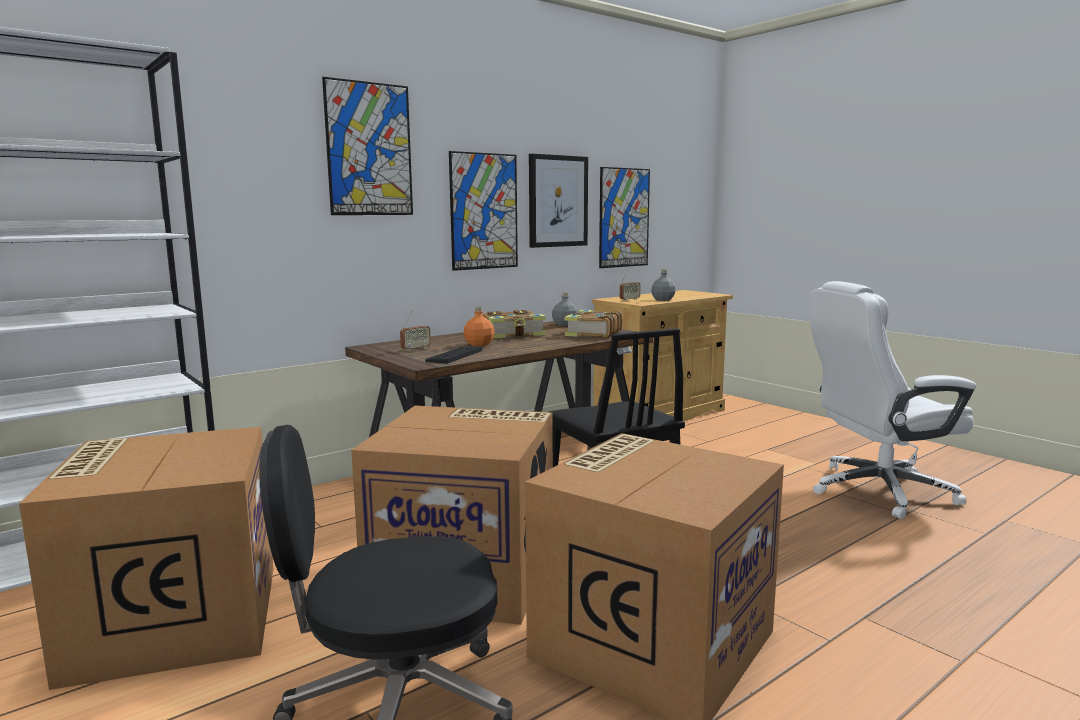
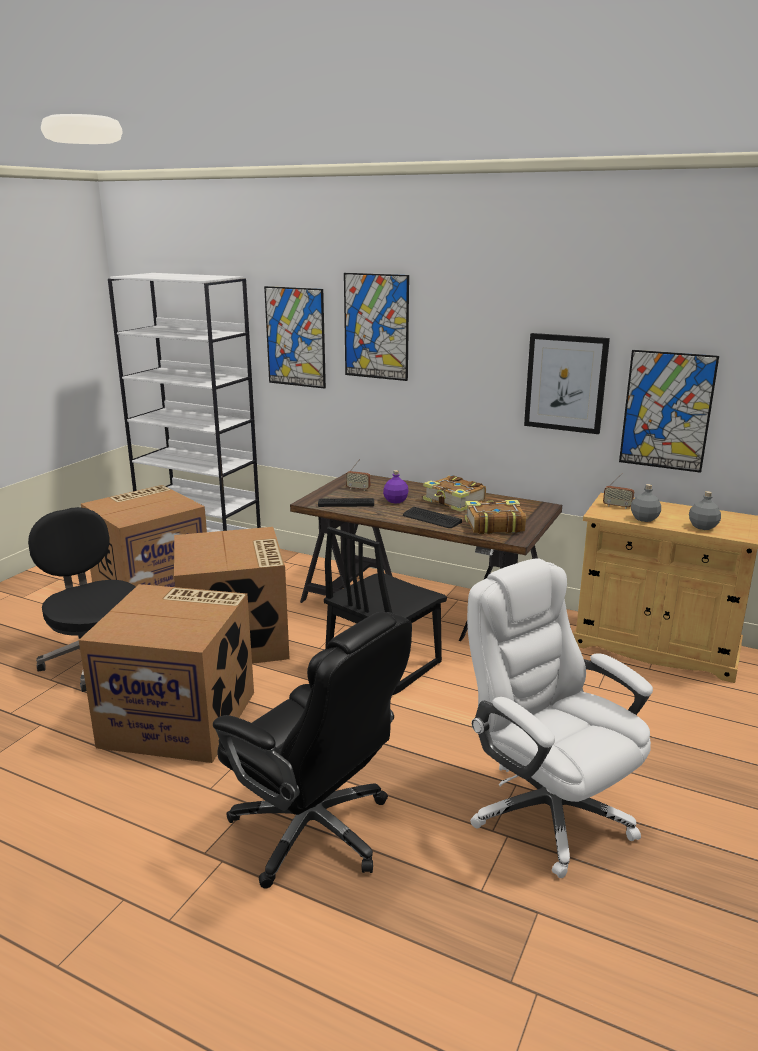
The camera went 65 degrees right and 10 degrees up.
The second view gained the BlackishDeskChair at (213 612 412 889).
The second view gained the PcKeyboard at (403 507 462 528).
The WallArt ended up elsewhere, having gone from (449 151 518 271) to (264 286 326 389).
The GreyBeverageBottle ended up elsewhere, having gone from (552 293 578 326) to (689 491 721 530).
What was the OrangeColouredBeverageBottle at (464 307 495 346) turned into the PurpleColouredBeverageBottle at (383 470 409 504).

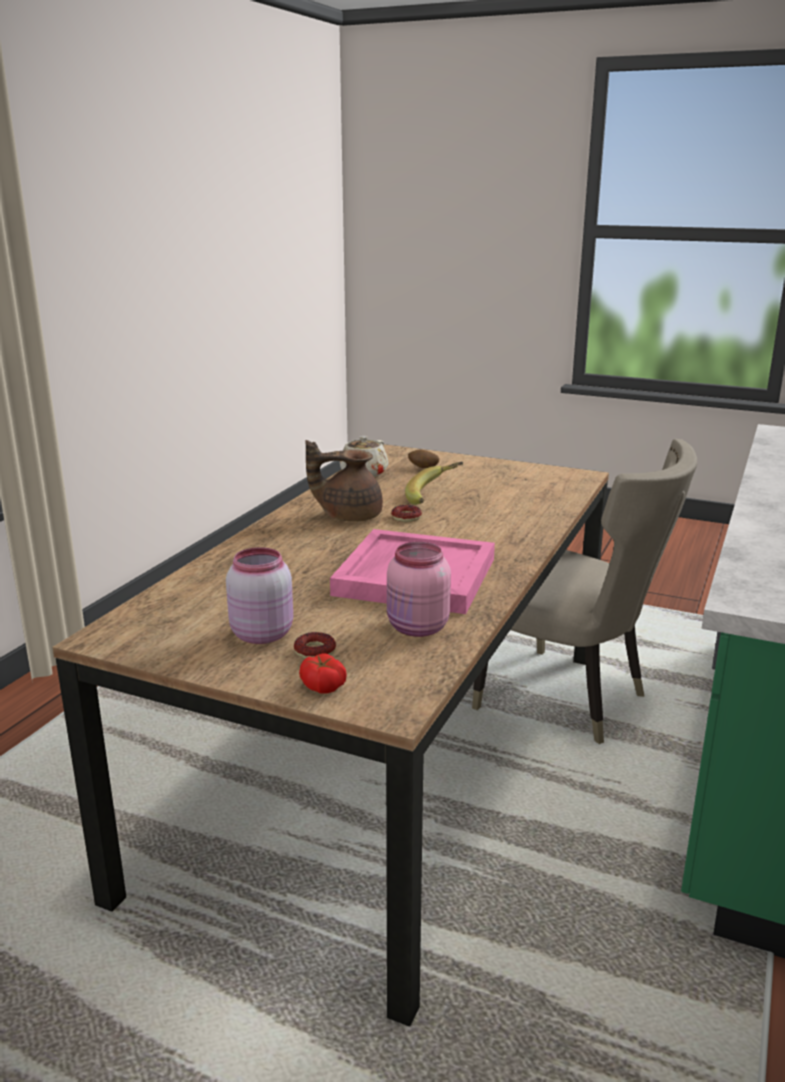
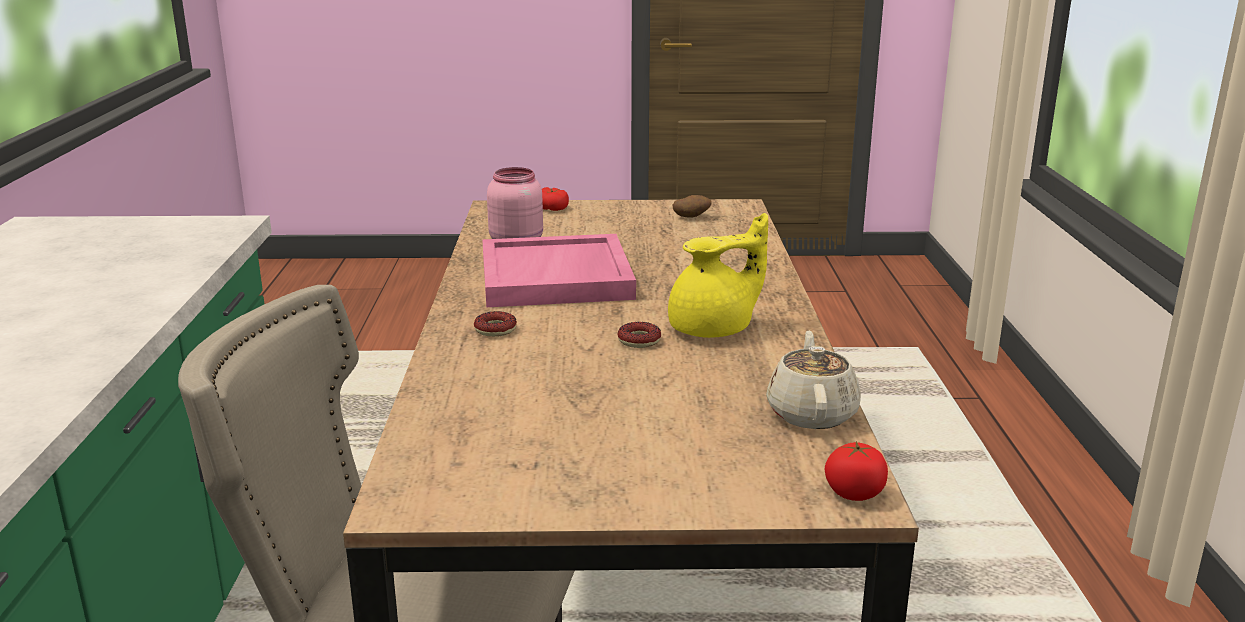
The camera went 155 degrees right and 0 degrees up.
The second view lost the PinkishStorageJar at (226 547 293 644).
The second view lost the WholeBanana at (405 462 463 505).
The second view gained the Tomato at (825 441 888 501).
The RingDoughnut ended up elsewhere, having gone from (294 632 336 659) to (474 311 517 337).
The Potato ended up elsewhere, having gone from (408 450 439 468) to (673 195 712 218).
What was the BrownColouredTeaPot at (305 440 383 522) turned into the YellowishTeaPot at (668 213 768 338).

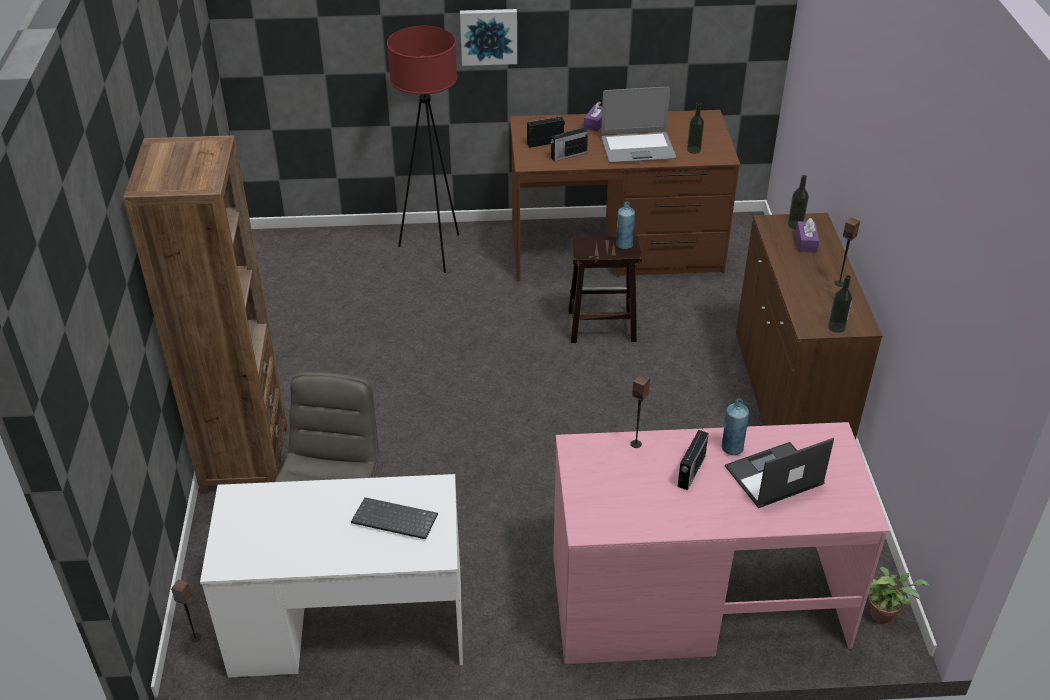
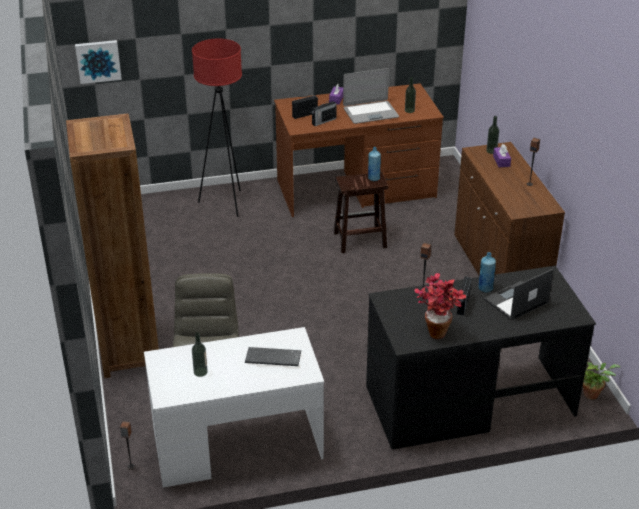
The camera went 10 degrees left and 5 degrees down.
The second view gained the PottedPlant at (415 273 466 339).
The WallArt ended up elsewhere, having gone from (460 9 517 66) to (75 40 122 84).
The BeverageBottle ended up elsewhere, having gone from (828 275 852 333) to (192 332 208 377).
What was the PinkishDesk at (553 422 890 664) turned into the BlackishDesk at (366 266 596 449).

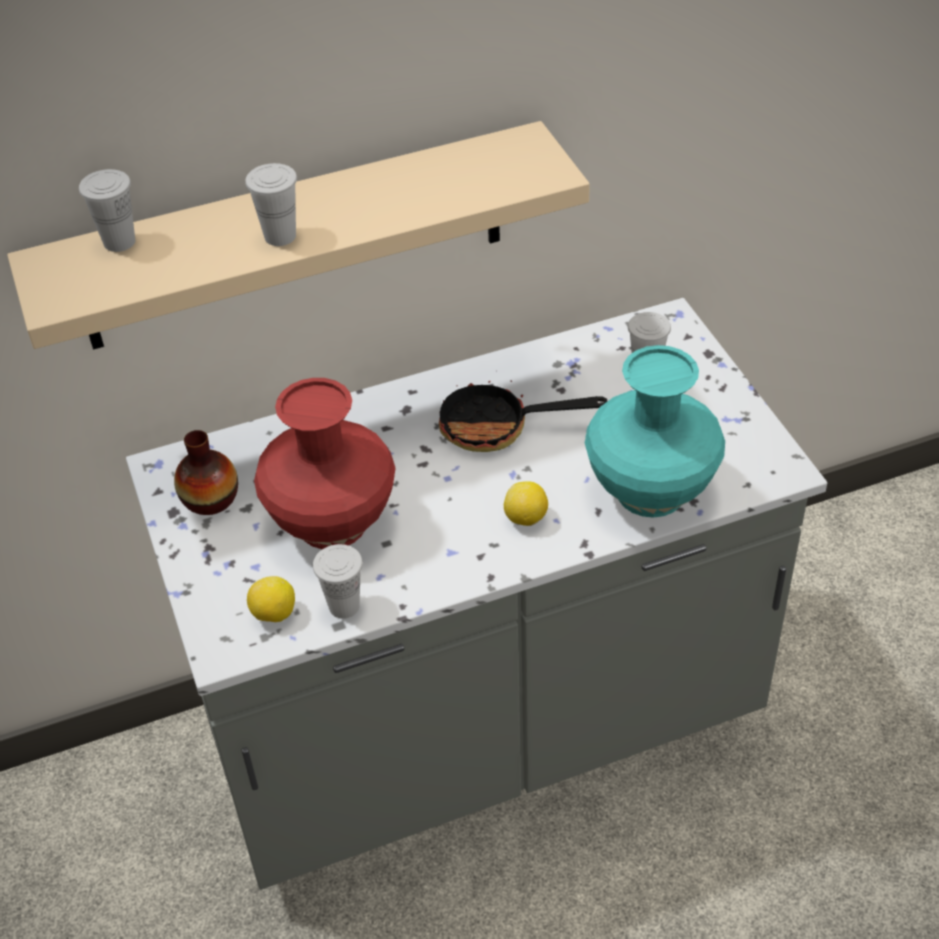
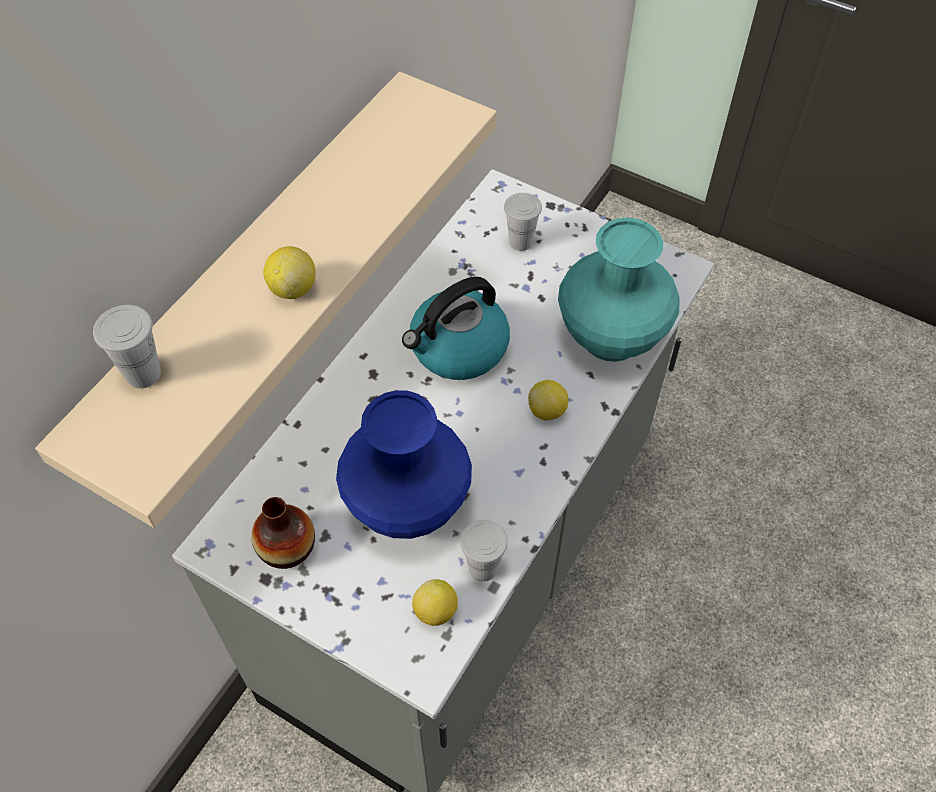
The camera went 40 degrees left and 10 degrees up.
Where the WhiteCup stood at (245 163 297 246), the WholeLemon came to stand at (263 246 316 299).
Where the FryingPan stood at (439 370 607 452), the TeaKettle came to stand at (402 277 510 380).
What was the RedDecorativeVase at (254 378 395 549) turned into the BlueDecorativeVase at (336 390 472 539).

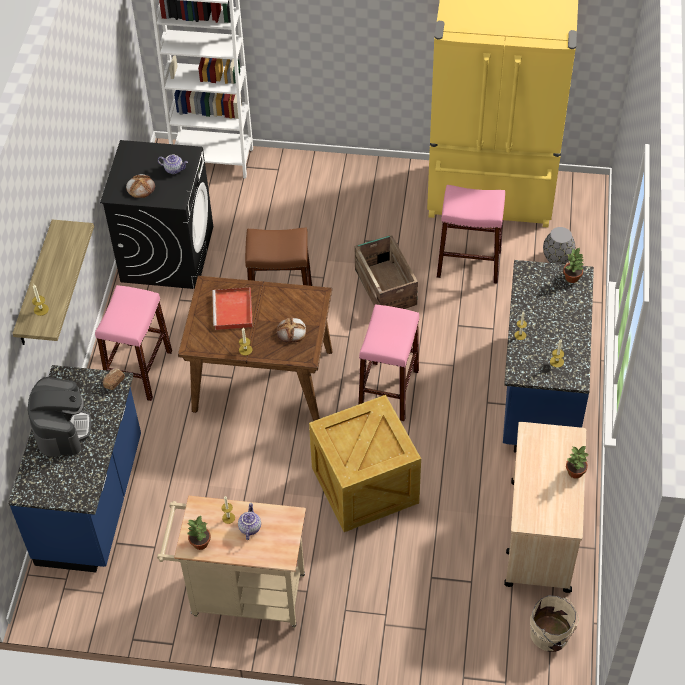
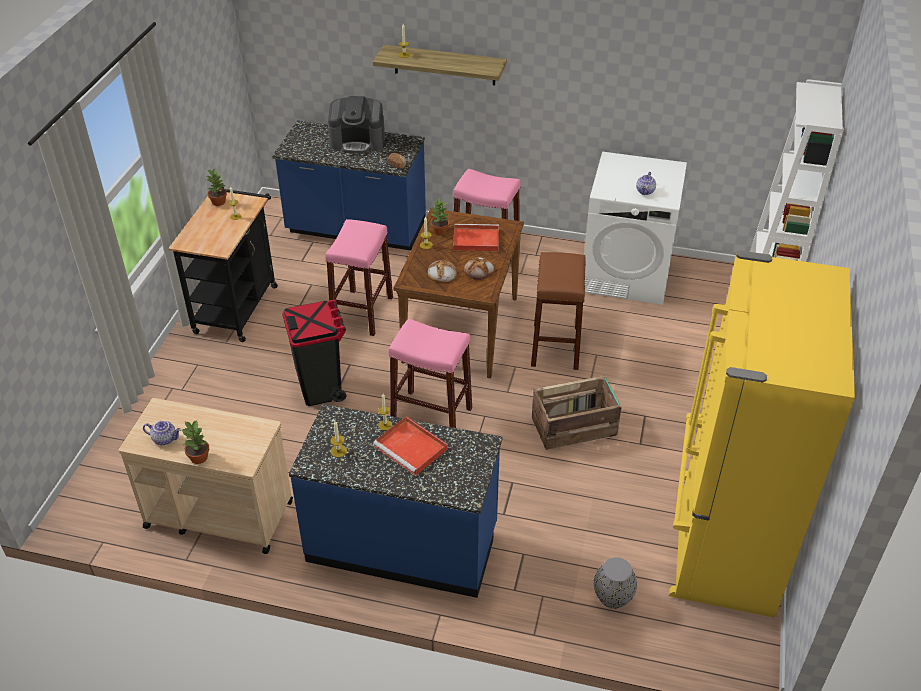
The camera went 95 degrees right and 10 degrees down.
The second view lost the SandColouredWaterBucket at (530 595 579 652).
The second view gained the RedServingTray at (373 416 448 476).
The BakedBread ended up elsewhere, having gone from (126 174 155 198) to (464 257 494 280).
The TeaPot ended up elsewhere, having gone from (238 503 261 540) to (143 420 181 445).
The PinkishStoolSeat ended up elsewhere, having gone from (437 185 505 284) to (325 219 393 336).
The PottedPlant ended up elsewhere, having gone from (563 247 584 283) to (431 198 449 235).
Where the Crate stood at (309 395 421 532), the BlackishRubbishBin came to stand at (282 300 346 406).
What was the BlackishLaundryMachine at (100 140 213 289) turned into the WhiteLaundryMachine at (584 152 687 305).
What was the SandColouredCart at (157 496 306 628) turned into the BlackishCart at (168 187 278 342).

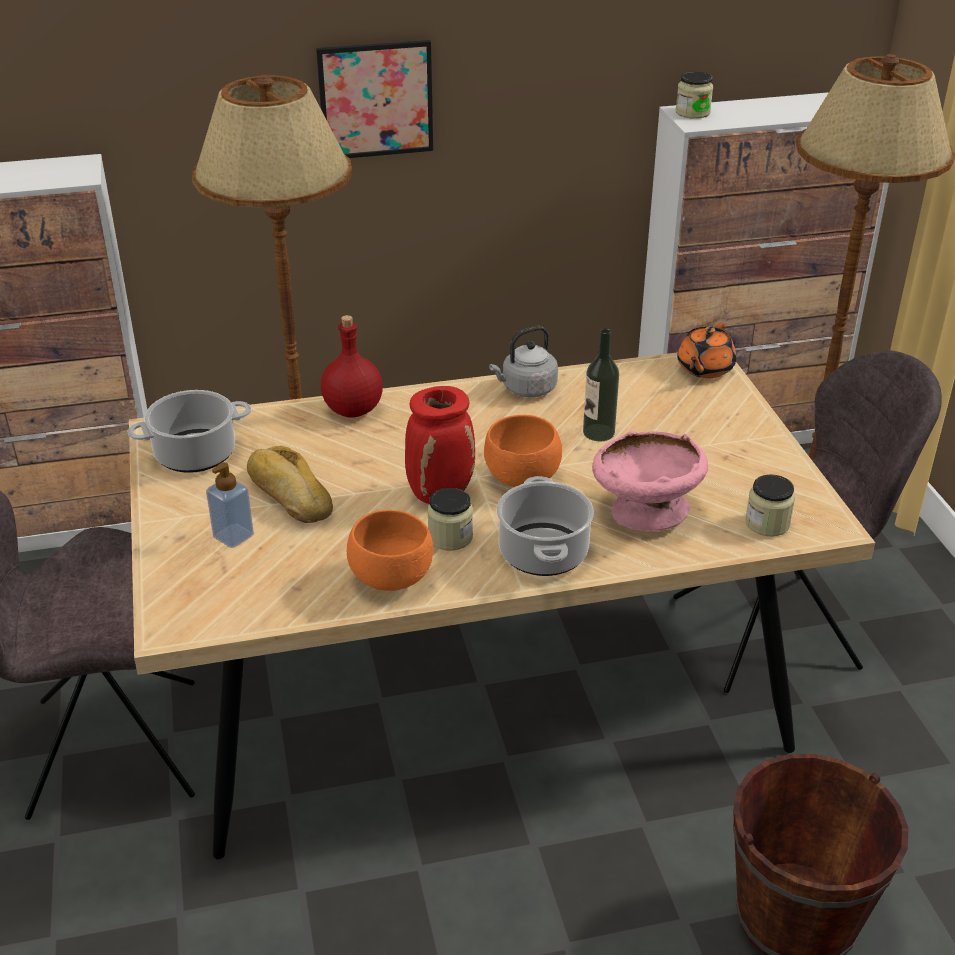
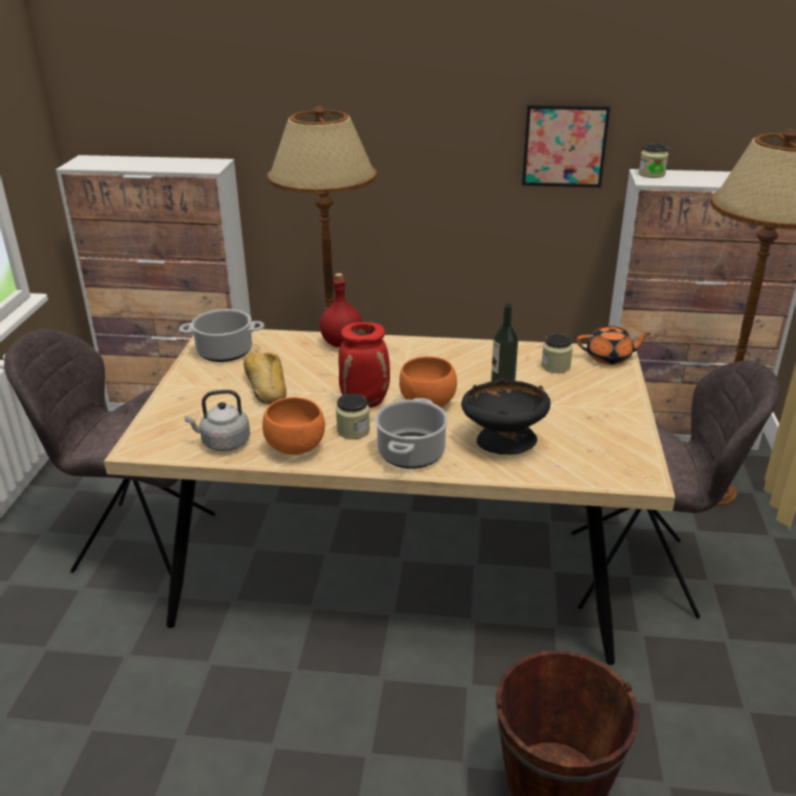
The camera went 20 degrees right and 5 degrees down.
The second view lost the LiquidSoapBottle at (206 462 254 548).
The WallArt ended up elsewhere, having gone from (316 40 433 158) to (522 105 610 188).
The GreyTeaKettle ended up elsewhere, having gone from (489 326 558 397) to (184 390 250 451).
The StorageJar ended up elsewhere, having gone from (745 474 795 536) to (541 333 573 373).
What was the PinkishBowl at (592 431 708 531) turned into the BlackishBowl at (461 378 551 455).
The OrangeColouredTeaPot at (677 323 736 378) ended up facing another way, 135 degrees counterclockwise from before.

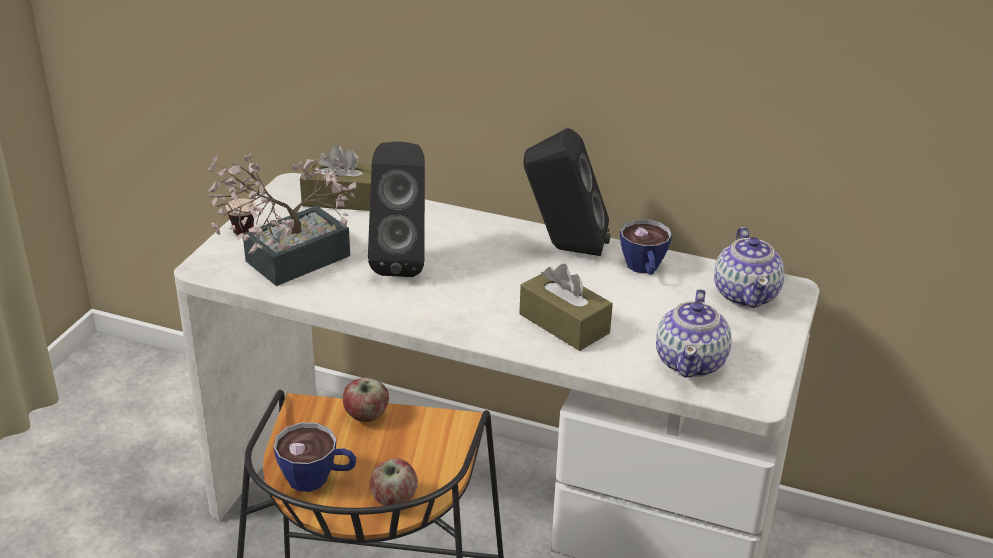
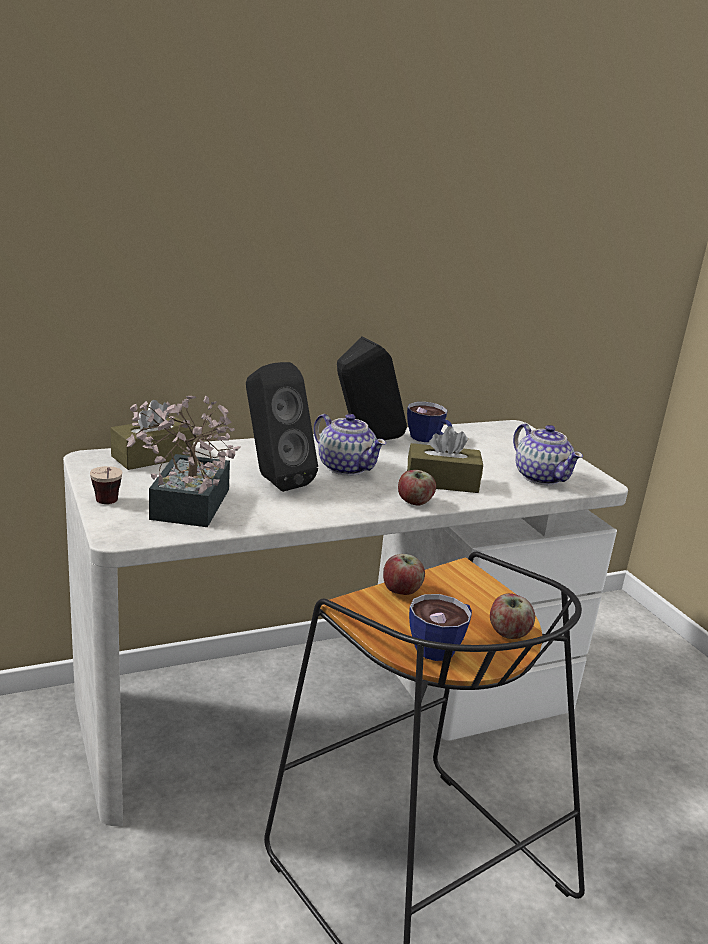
The camera went 45 degrees left and 10 degrees down.
The second view gained the Apple at (398 470 436 506).
The TeaPot ended up elsewhere, having gone from (714 227 785 308) to (313 414 386 476).

